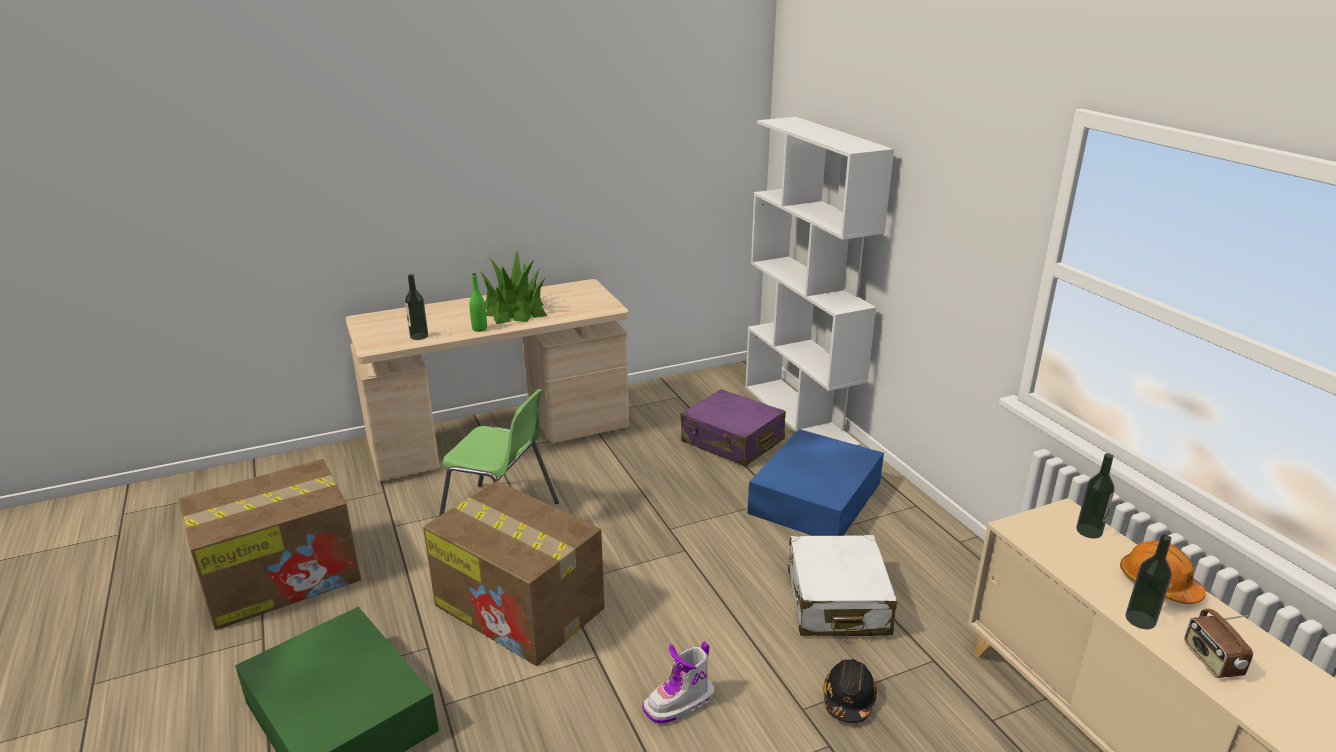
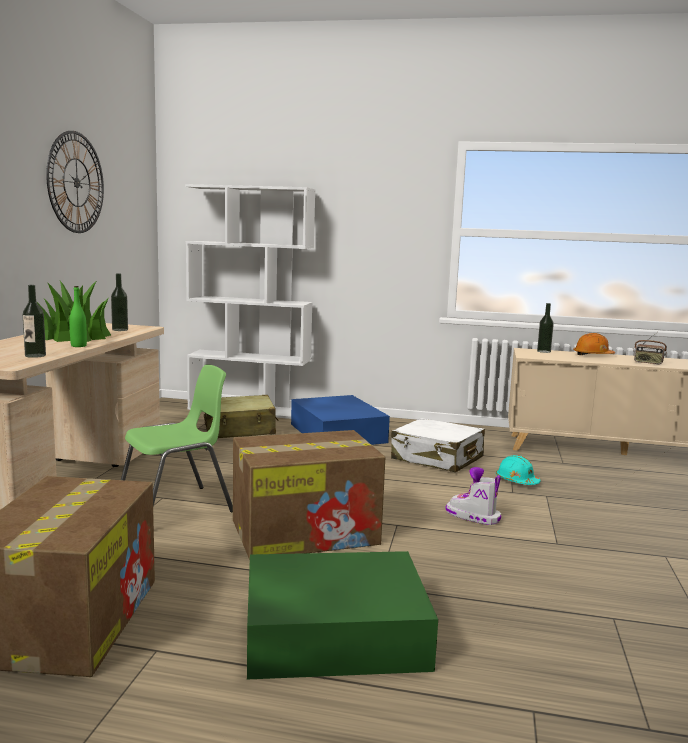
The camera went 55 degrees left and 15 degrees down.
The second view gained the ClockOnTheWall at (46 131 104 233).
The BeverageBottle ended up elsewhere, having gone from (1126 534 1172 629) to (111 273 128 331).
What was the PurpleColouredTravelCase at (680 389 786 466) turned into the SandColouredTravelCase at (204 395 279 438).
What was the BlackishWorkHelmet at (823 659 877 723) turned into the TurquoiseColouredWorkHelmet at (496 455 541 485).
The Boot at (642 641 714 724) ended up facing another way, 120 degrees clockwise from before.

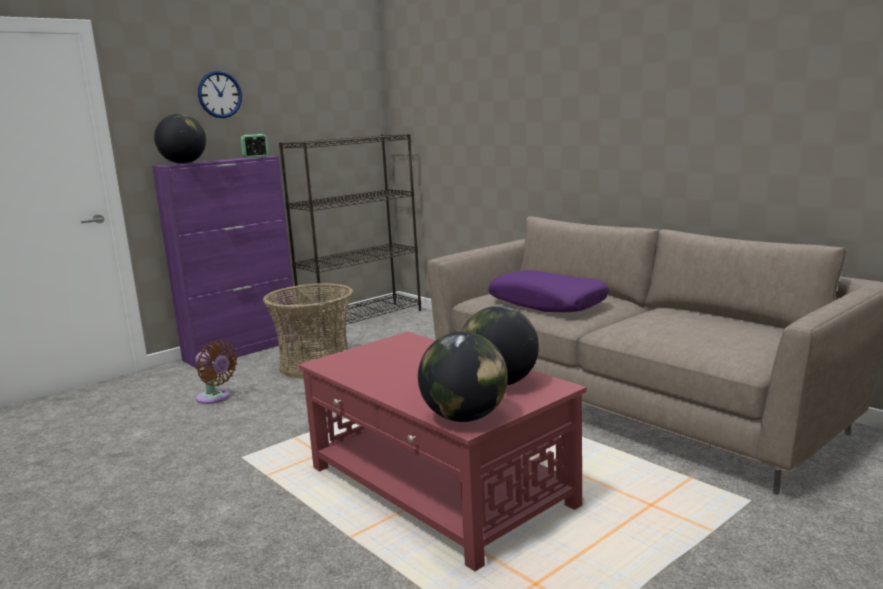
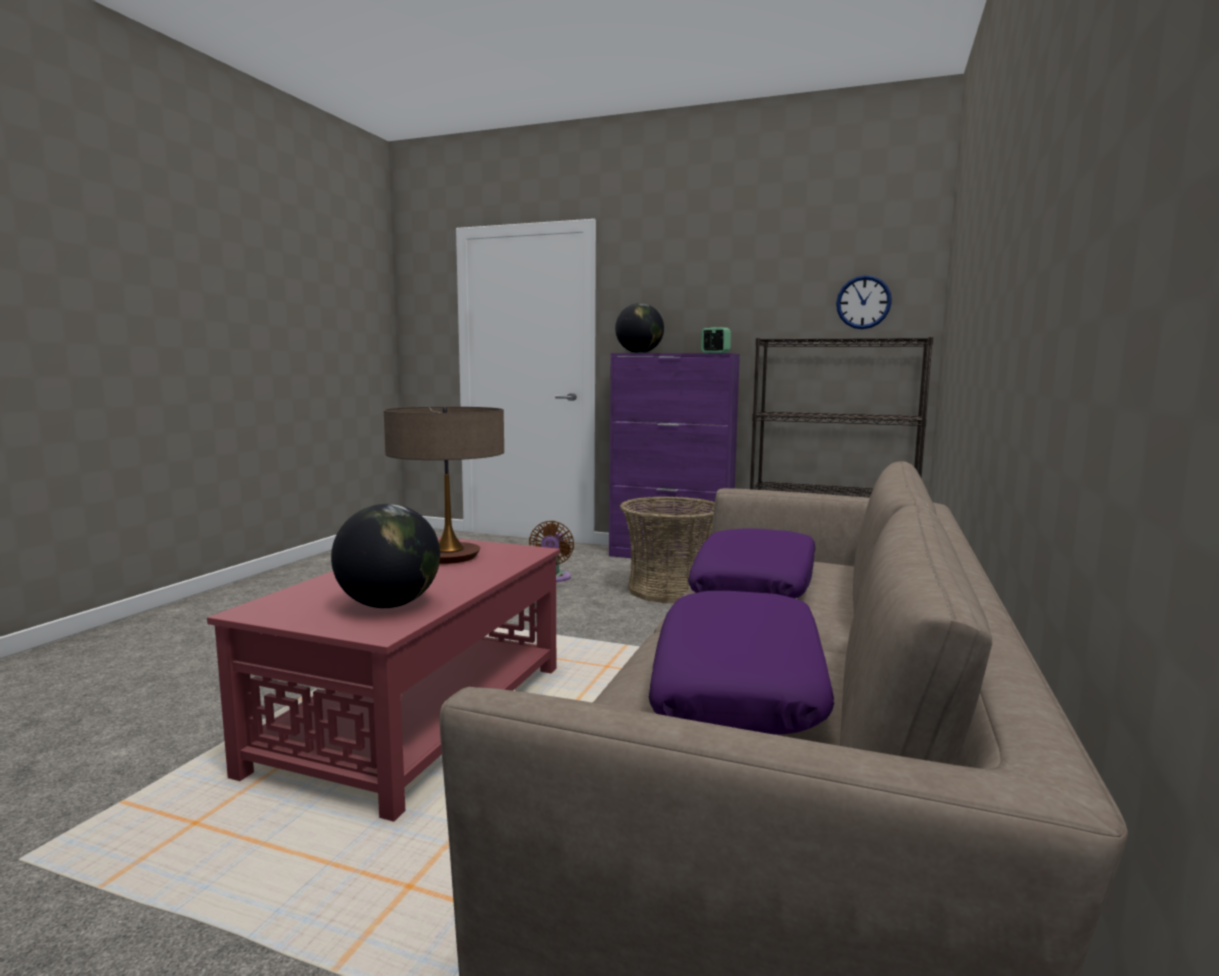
The camera went 60 degrees right and 5 degrees down.
The second view lost the WorldGlobe at (418 332 508 422).
The second view gained the TabletopLamp at (384 407 504 564).
The second view gained the PurpleColouredThrowPillow at (649 591 834 735).
The ClockOnTheWall ended up elsewhere, having gone from (198 71 242 118) to (836 275 892 329).

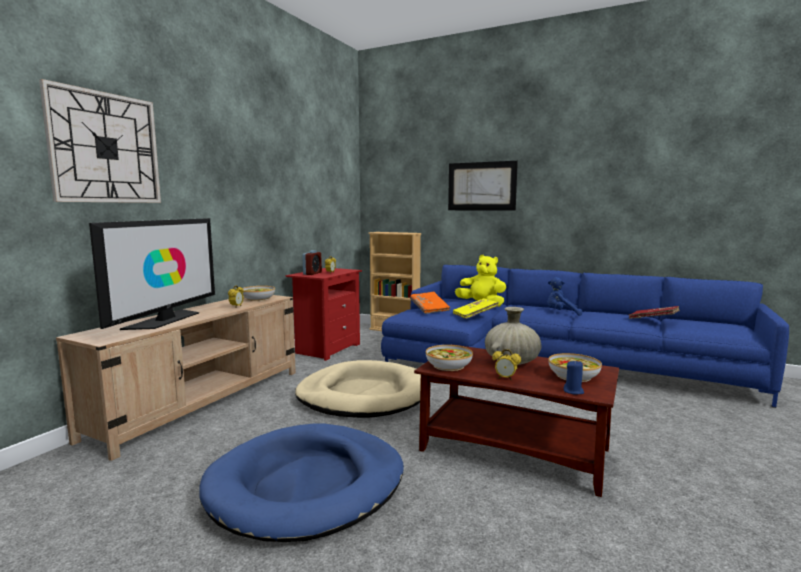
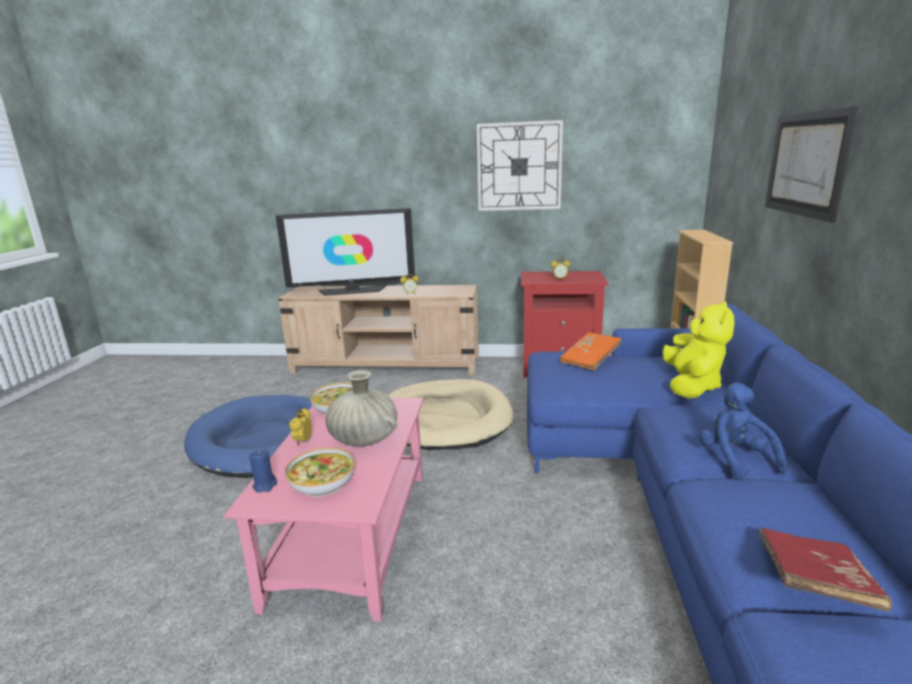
The camera went 70 degrees right and 10 degrees up.
The second view lost the Bowl at (243 286 275 301).
The second view lost the AlarmClock at (302 250 322 275).
The second view lost the YellowishVolume at (453 298 499 319).
The ClockOnTheWall ended up elsewhere, having gone from (39 79 161 203) to (477 120 563 211).
What was the BrownColouredLowTable at (414 344 619 497) turned into the PinkishLowTable at (224 397 424 622).

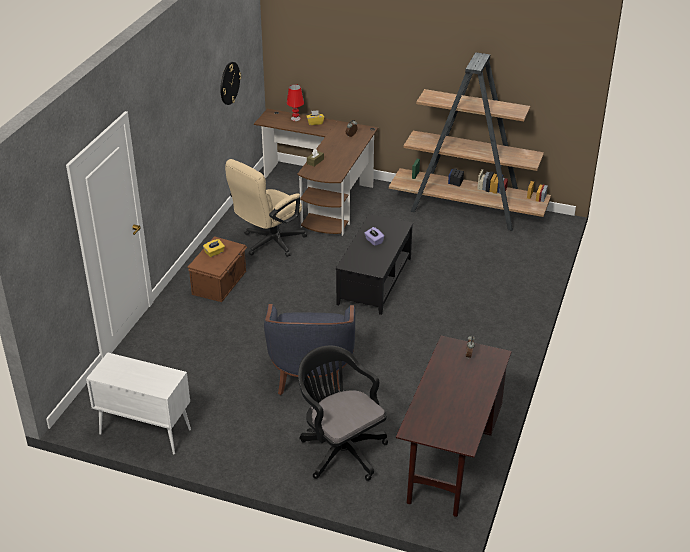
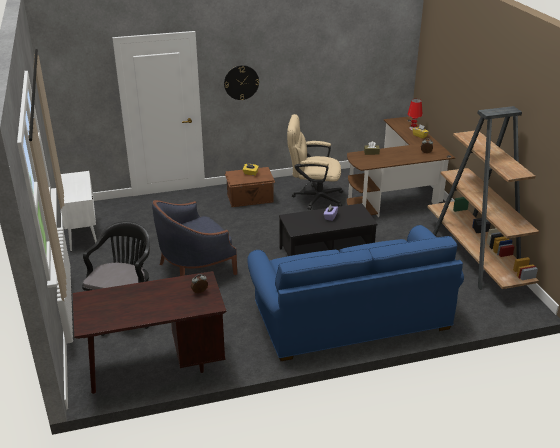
The camera went 55 degrees right and 5 degrees down.
The second view gained the BlueSettee at (247 225 464 361).
The ClockOnTheWall ended up elsewhere, having gone from (220 62 241 105) to (224 65 259 100).

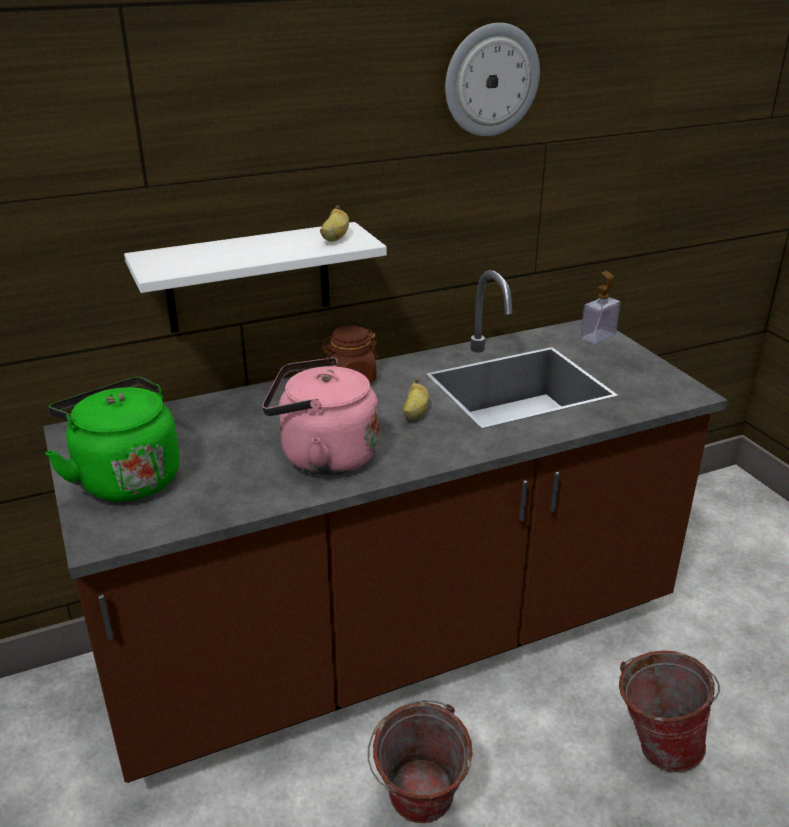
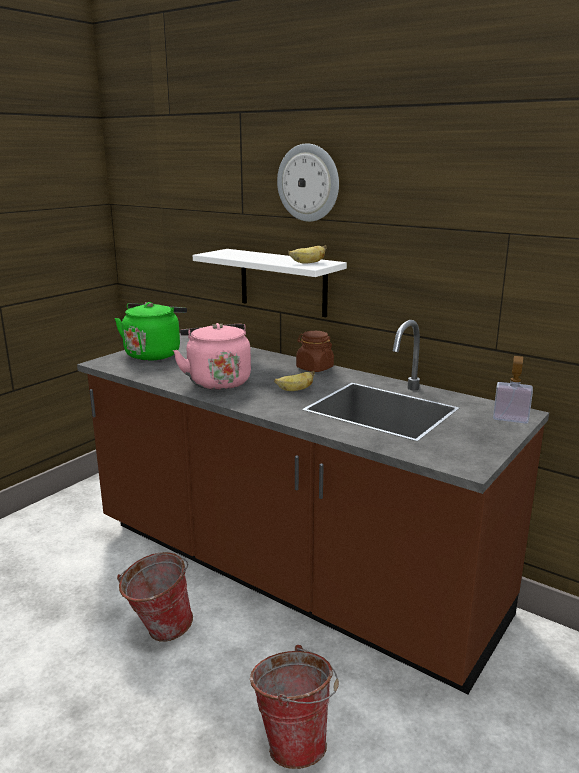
The camera went 60 degrees right and 10 degrees down.
The ClockOnTheWall ended up elsewhere, having gone from (445 23 540 136) to (277 143 339 222).

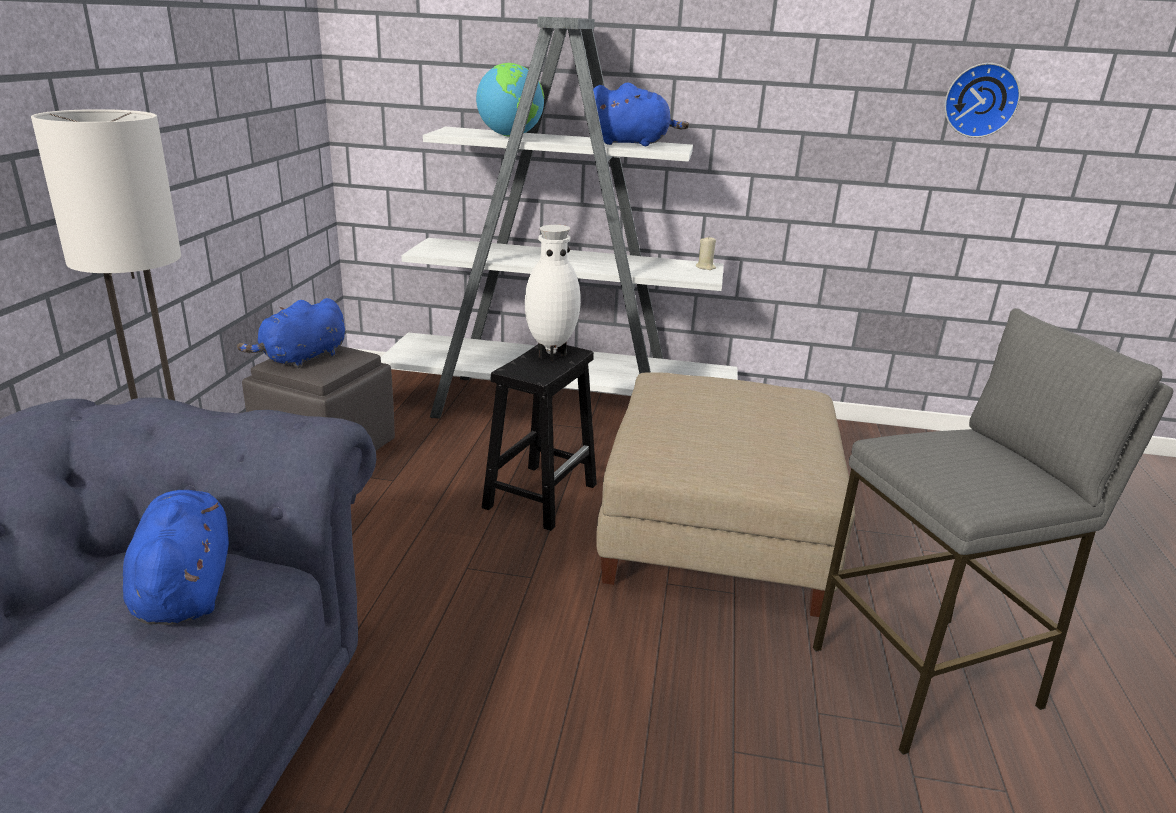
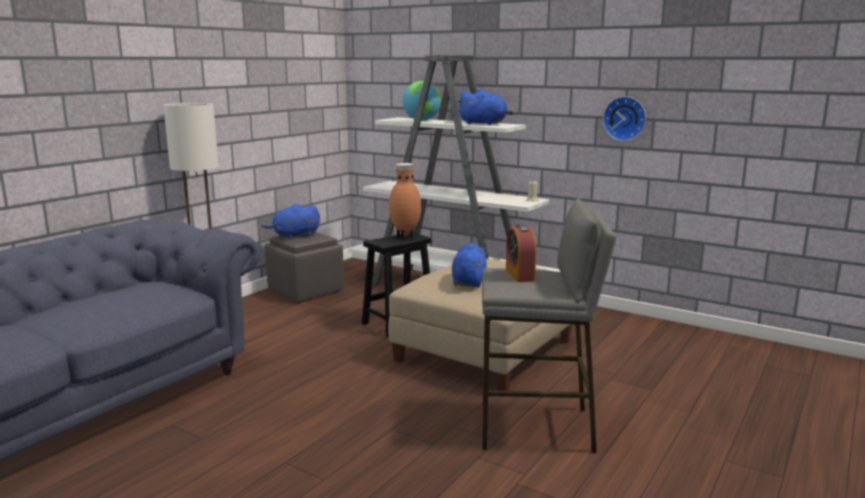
The camera went 25 degrees right and 10 degrees down.
The second view gained the AlarmClock at (506 224 536 282).
The BluePlushToy ended up elsewhere, having gone from (123 490 229 625) to (452 243 487 288).
The ClockOnTheWall ended up elsewhere, having gone from (944 63 1021 138) to (603 96 646 141).
What was the WhiteDecorativeVase at (525 225 581 360) turned into the BrownColouredDecorativeVase at (389 163 421 239).

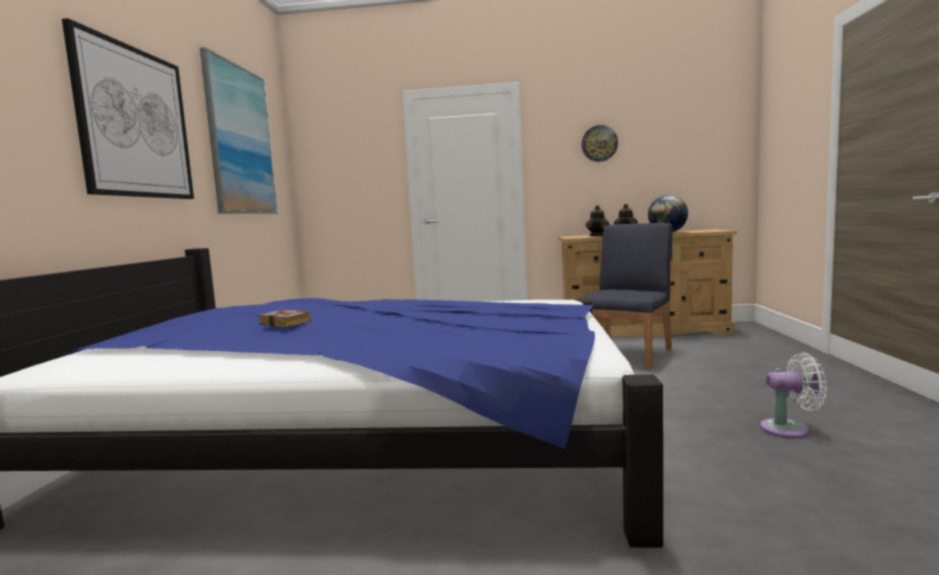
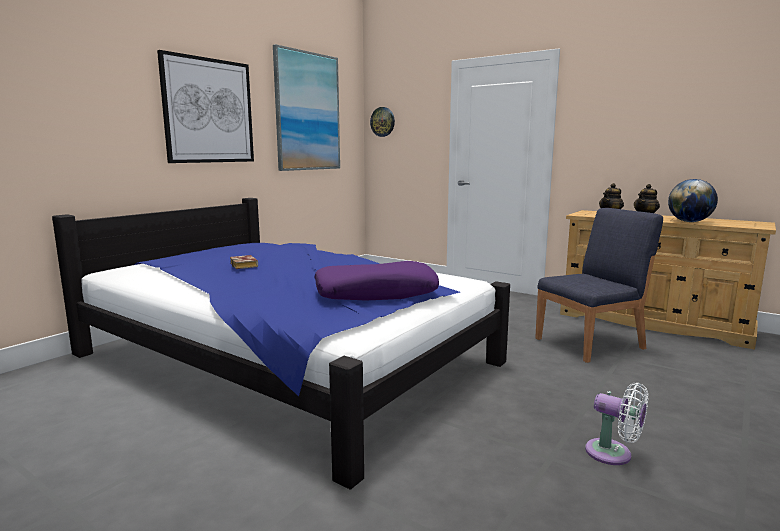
The camera went 30 degrees right and 5 degrees up.
The second view gained the PurpleColouredThrowPillow at (314 261 439 300).
The ClockOnTheWall ended up elsewhere, having gone from (581 125 618 162) to (370 107 395 137).

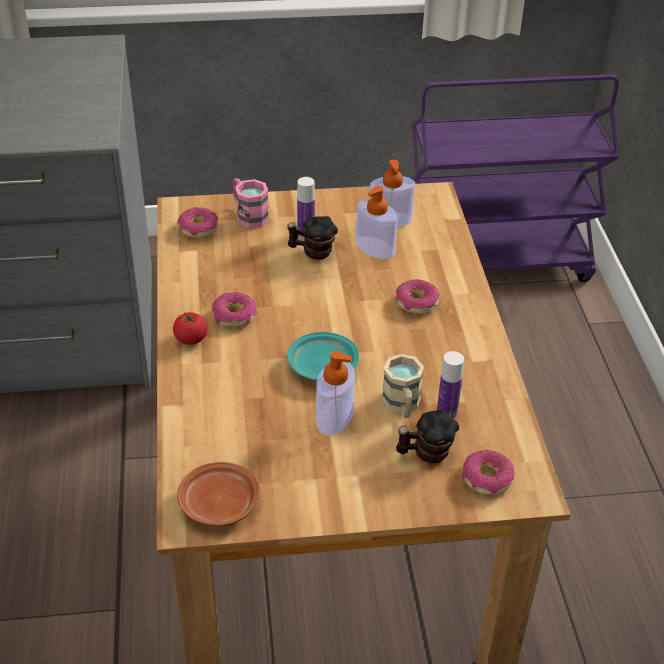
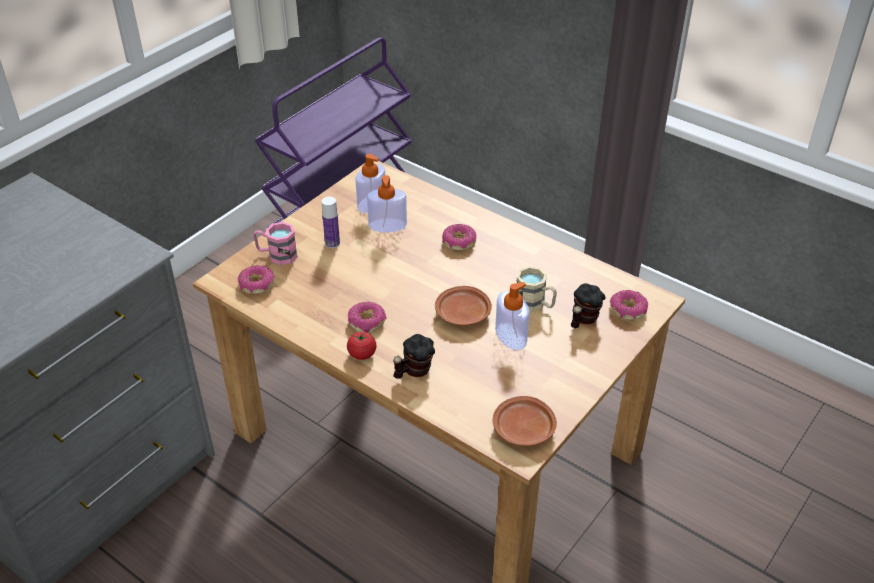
The camera went 45 degrees left and 0 degrees up.
The second view lost the BeverageBottle at (437 351 464 419).
The TeaMug ended up elsewhere, having gone from (287 216 338 260) to (393 334 435 379).
What was the TurquoiseColouredPlate at (287 332 359 381) turned into the BrownColouredPlate at (435 286 492 326).

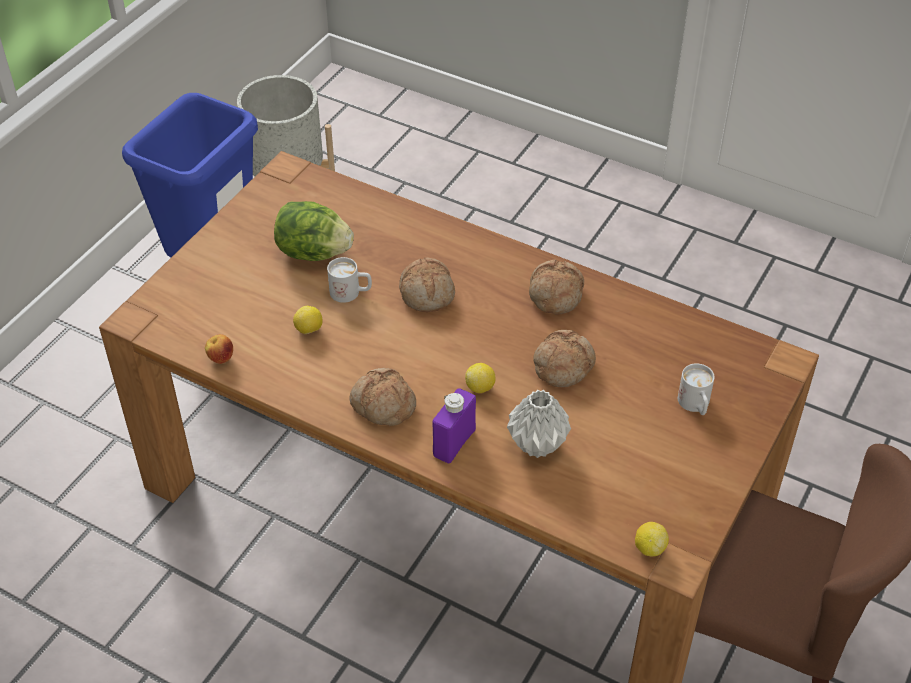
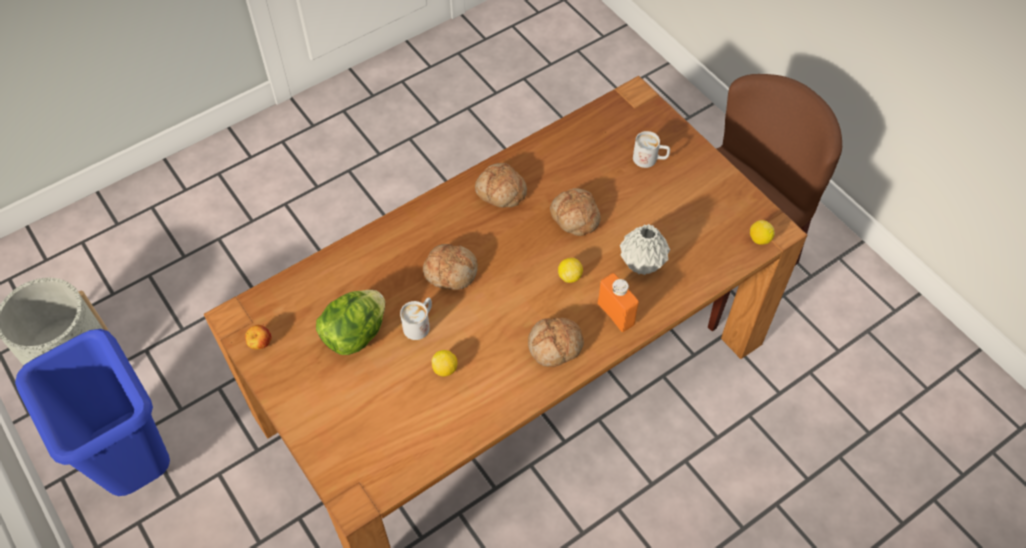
The camera went 65 degrees left and 10 degrees up.
The Apple ended up elsewhere, having gone from (205 334 233 364) to (245 325 271 350).
What was the PurpleColouredBeverageBottle at (433 388 476 463) turned into the OrangeColouredBeverageBottle at (598 273 639 332).

